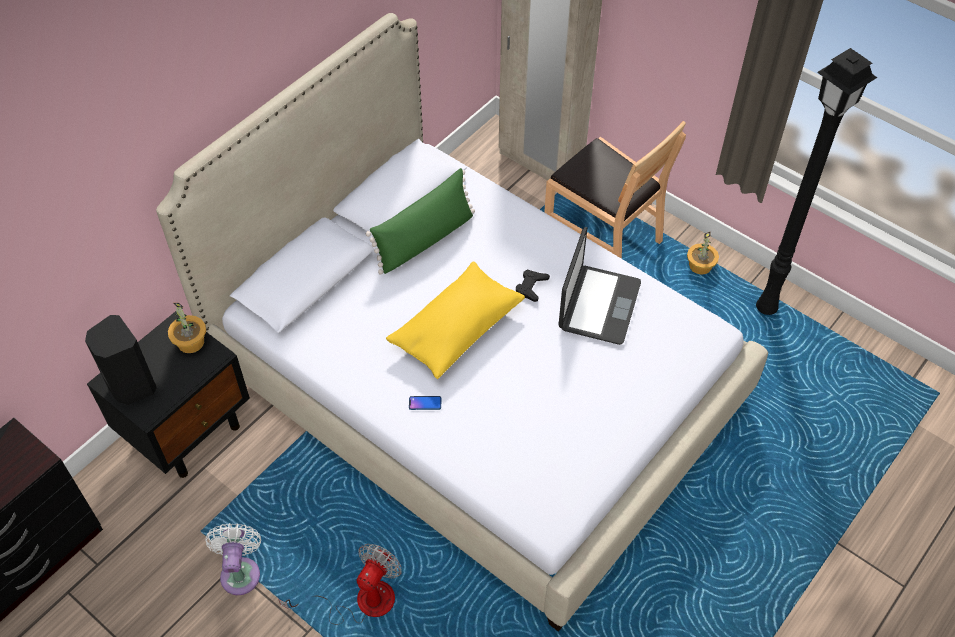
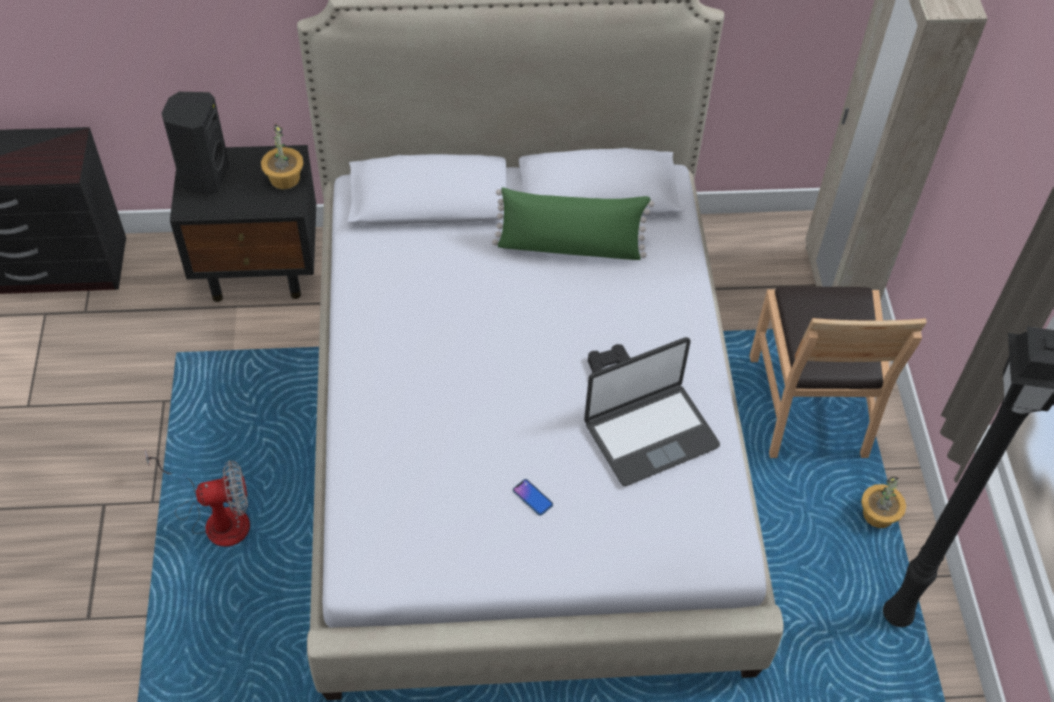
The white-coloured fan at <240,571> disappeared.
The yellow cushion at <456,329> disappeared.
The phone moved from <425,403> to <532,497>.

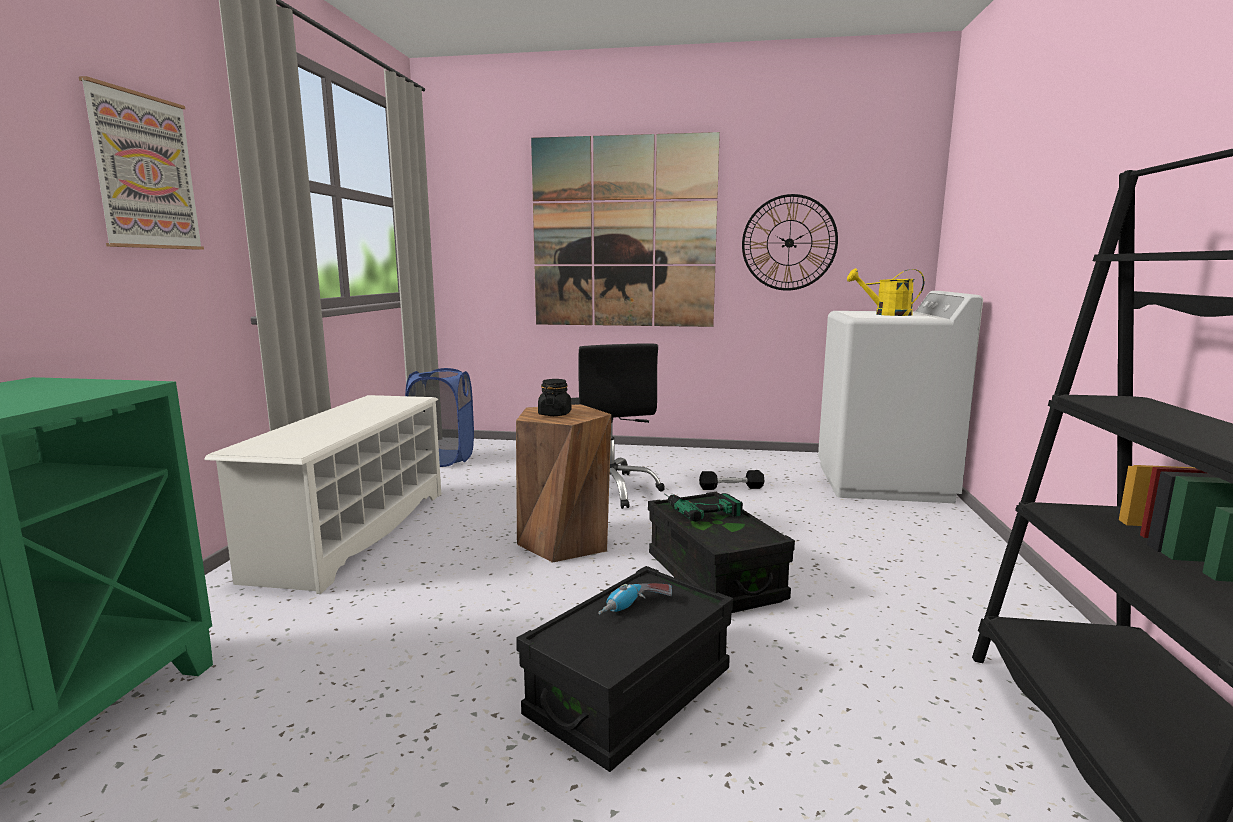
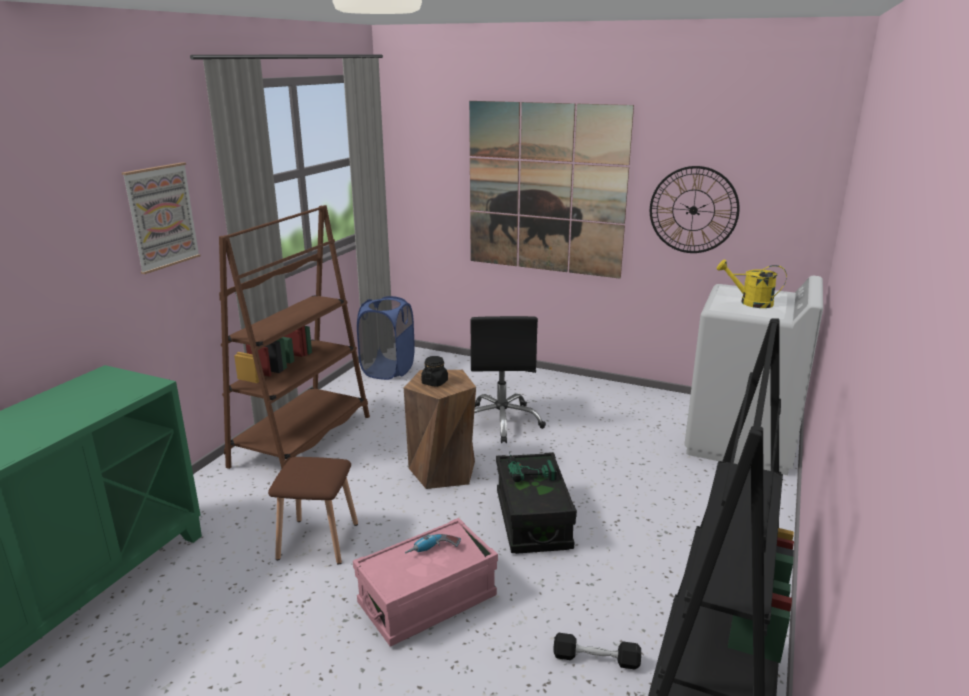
The brownish stool at <318,542> appeared.
The black hand weight moved from <731,487> to <596,659>.
The white-coloured shoe shelf at <353,532> was replaced by the brownish bookshelf at <302,441>.
The black storage box at <630,694> became the pink storage box at <427,600>.

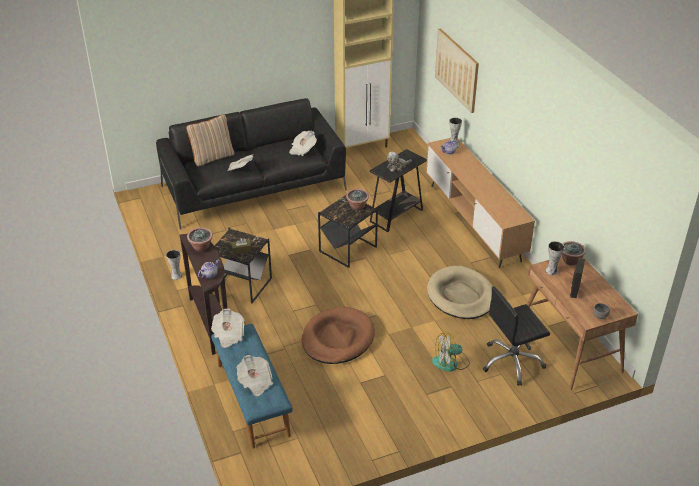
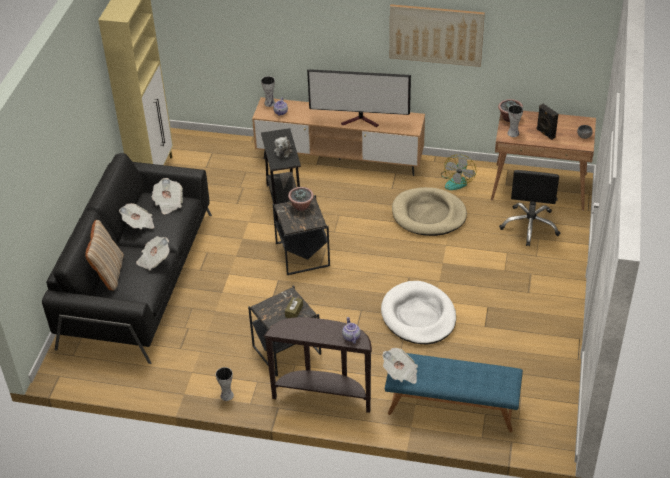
The plant in a pot at <201,247> disappeared.
The TV at <361,121> appeared.
The printed paper moved from <255,382> to <138,224>.
The fan moved from <450,363> to <457,180>.
The picture moved from <457,69> to <436,35>.
The brownish pet bed at <337,338> became the white-coloured pet bed at <418,316>.

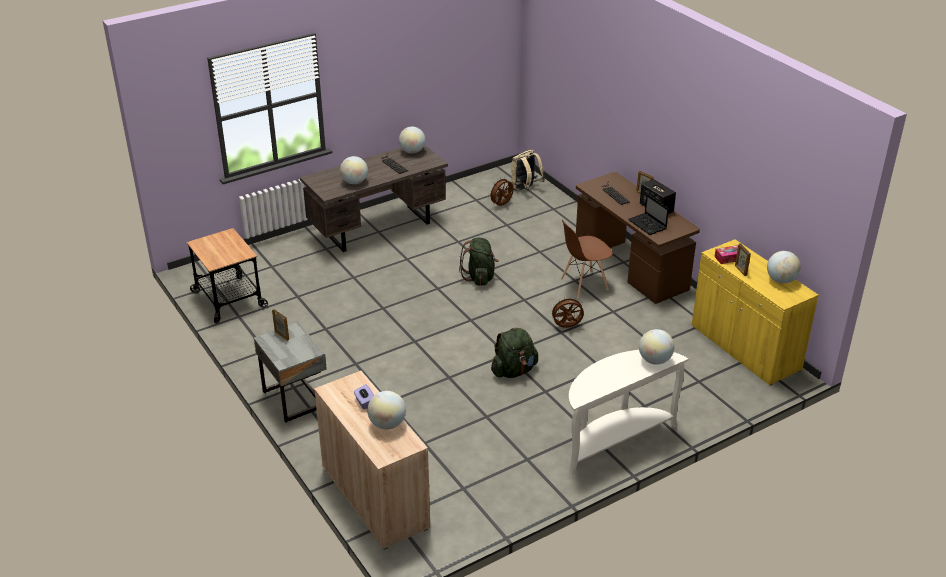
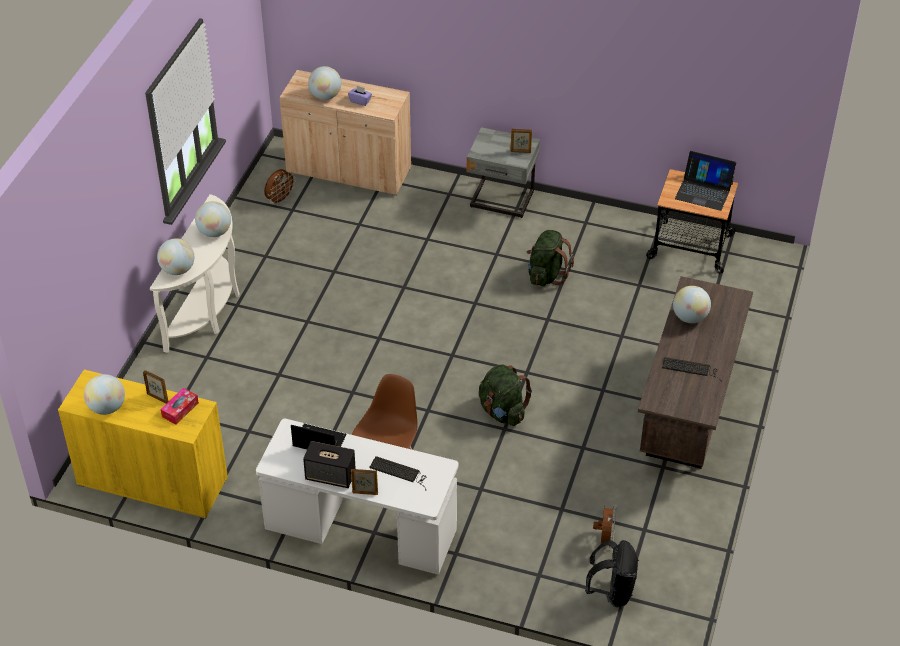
The laptop at <704,191> appeared.
The world globe moved from <412,151> to <215,232>.
The green backpack moved from <514,371> to <546,275>.
The brownish fan moved from <566,327> to <280,200>.
The sand-coloured backpack at <525,188> became the black backpack at <612,592>.
The brownish desk unit at <630,266> became the white-coloured desk unit at <361,530>.

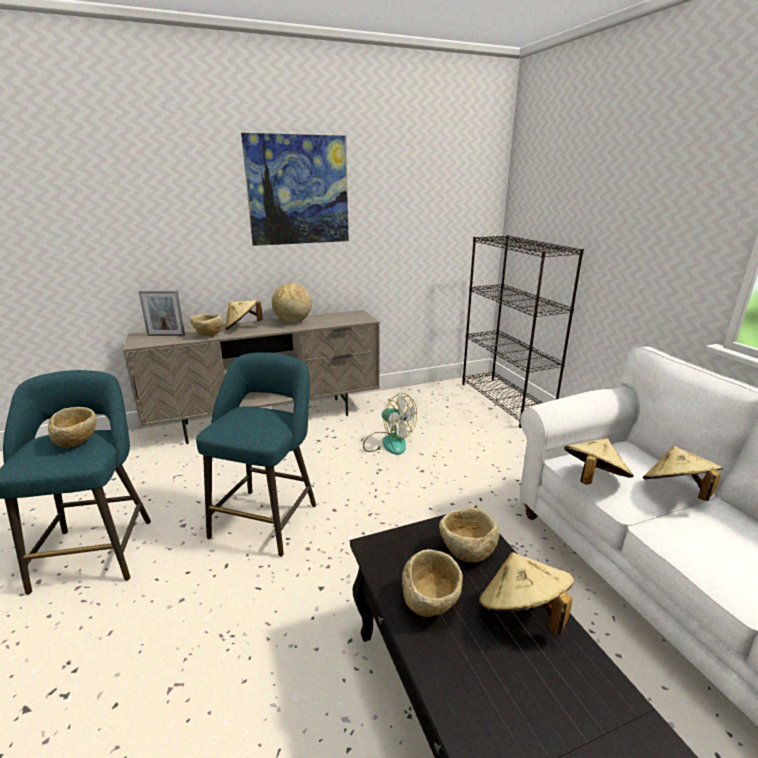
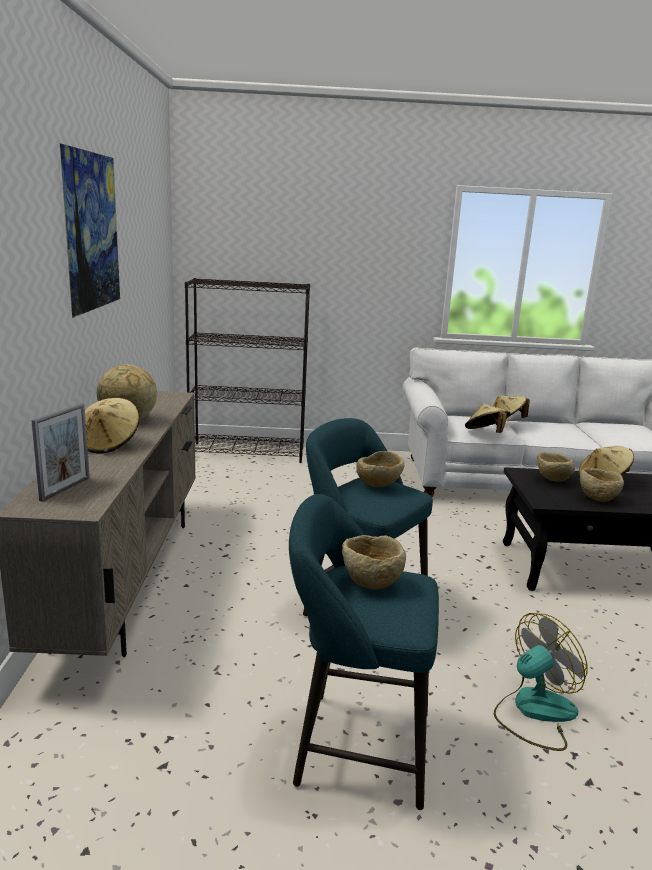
The sand-coloured serving bowl moved from <208,335> to <378,486>.
The fan moved from <388,442> to <534,712>.

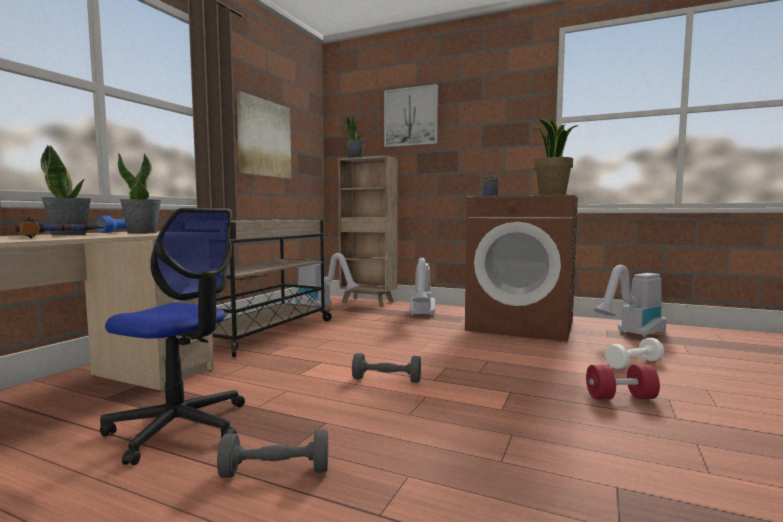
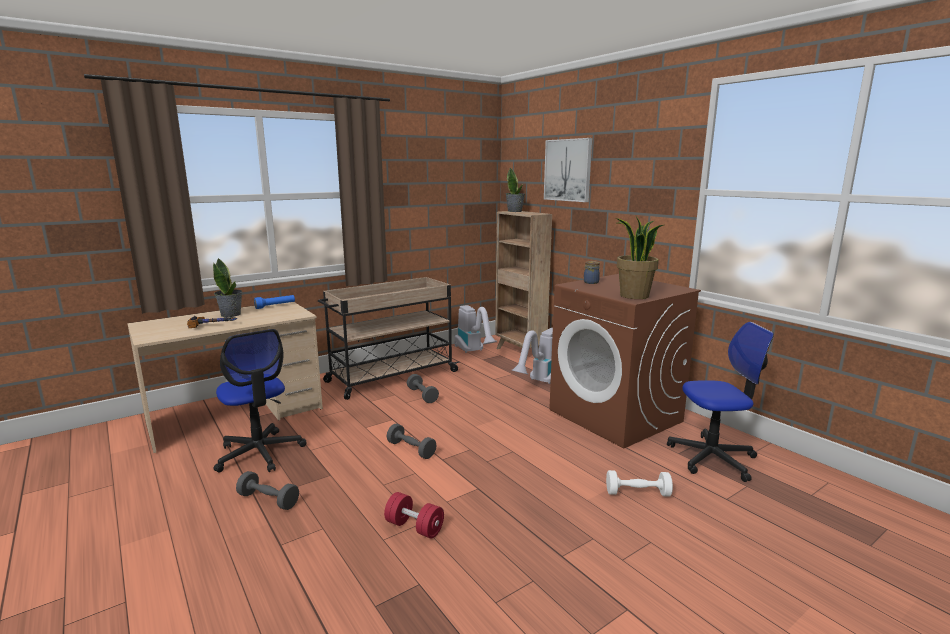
The plant in a pot at <142,233> disappeared.
The picture at <264,138> disappeared.
The greyish hand weight at <422,395> appeared.
The red hand weight moved from <620,397> to <414,527>.
The vacuum cleaner at <632,335> was replaced by the computer chair at <712,458>.

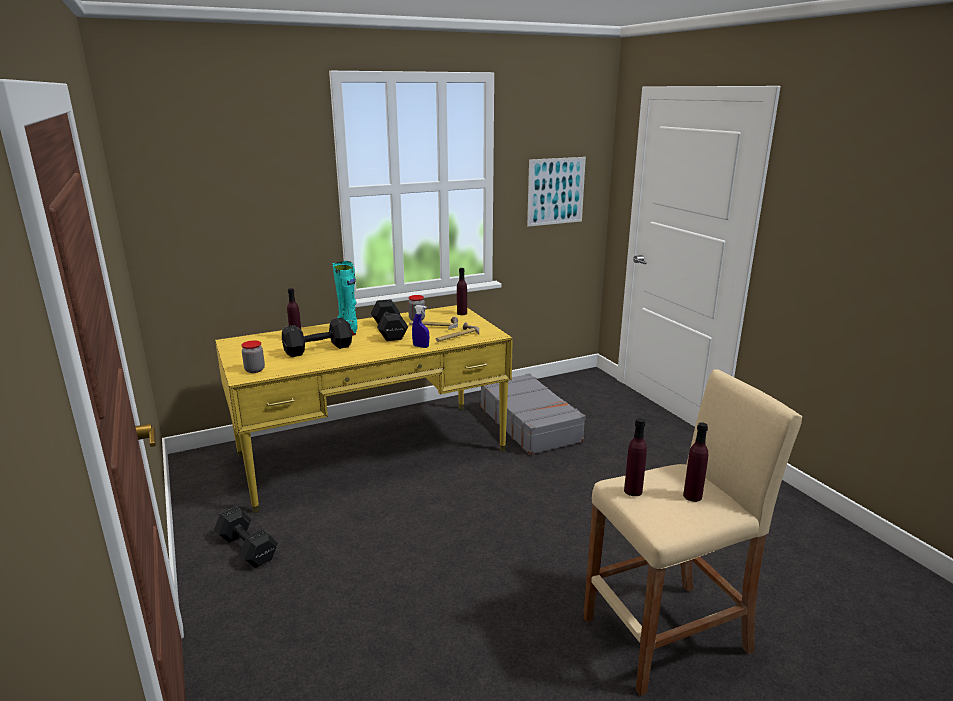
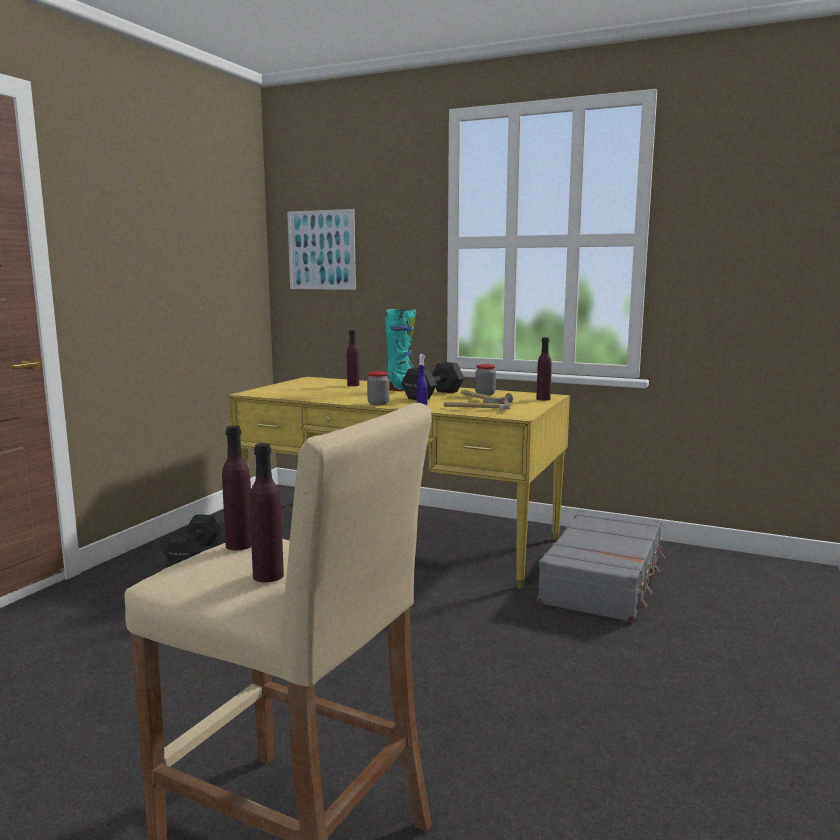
The black hand weight at <316,349> disappeared.
The storage jar moved from <255,370> to <378,404>.
The picture moved from <556,191> to <321,250>.

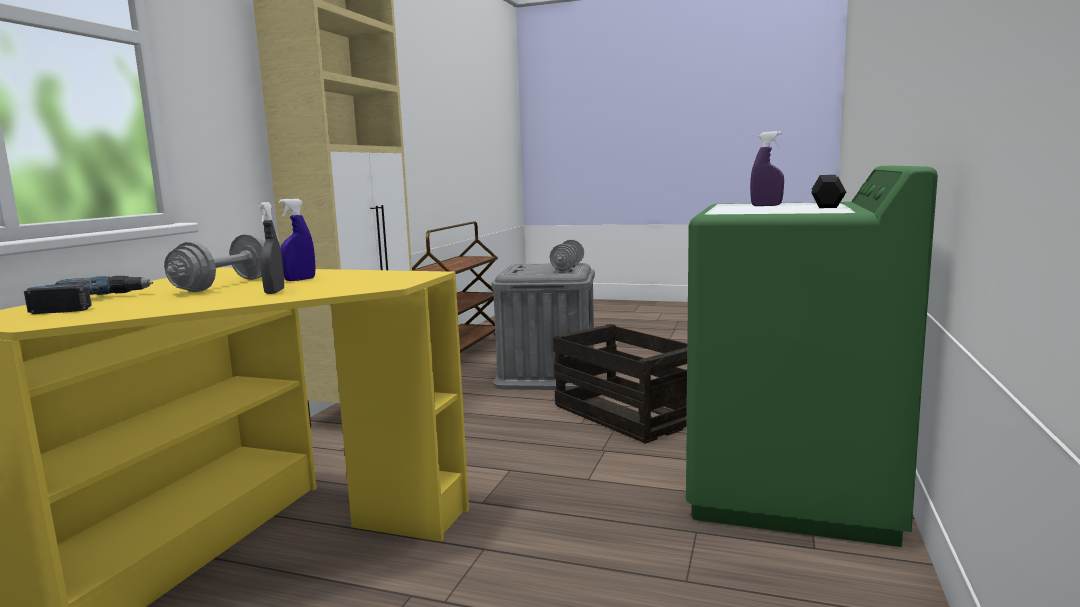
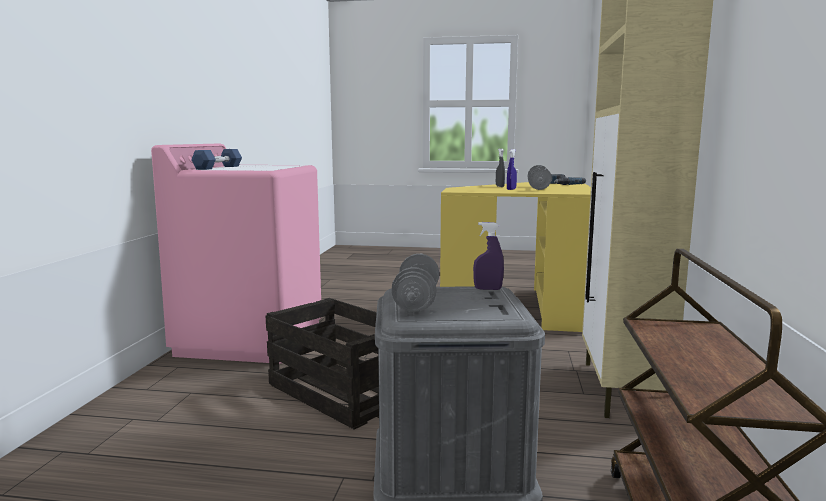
The purple-coloured spray bottle moved from <766,205> to <488,289>.
The green laundry machine at <791,489> became the pink laundry machine at <251,339>.
The black hand weight at <827,204> became the bluish hand weight at <218,167>.

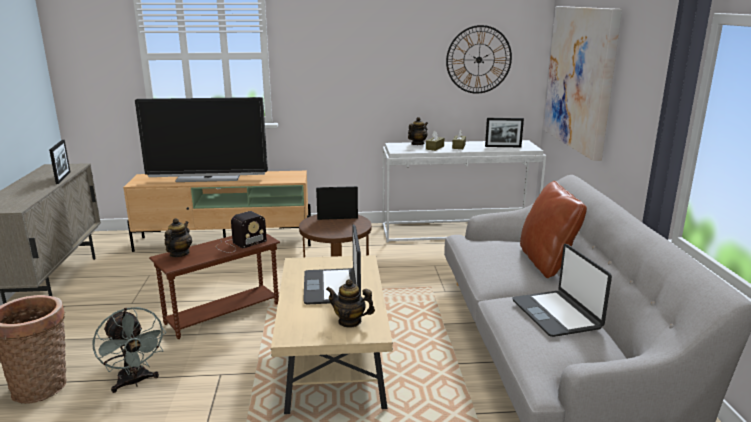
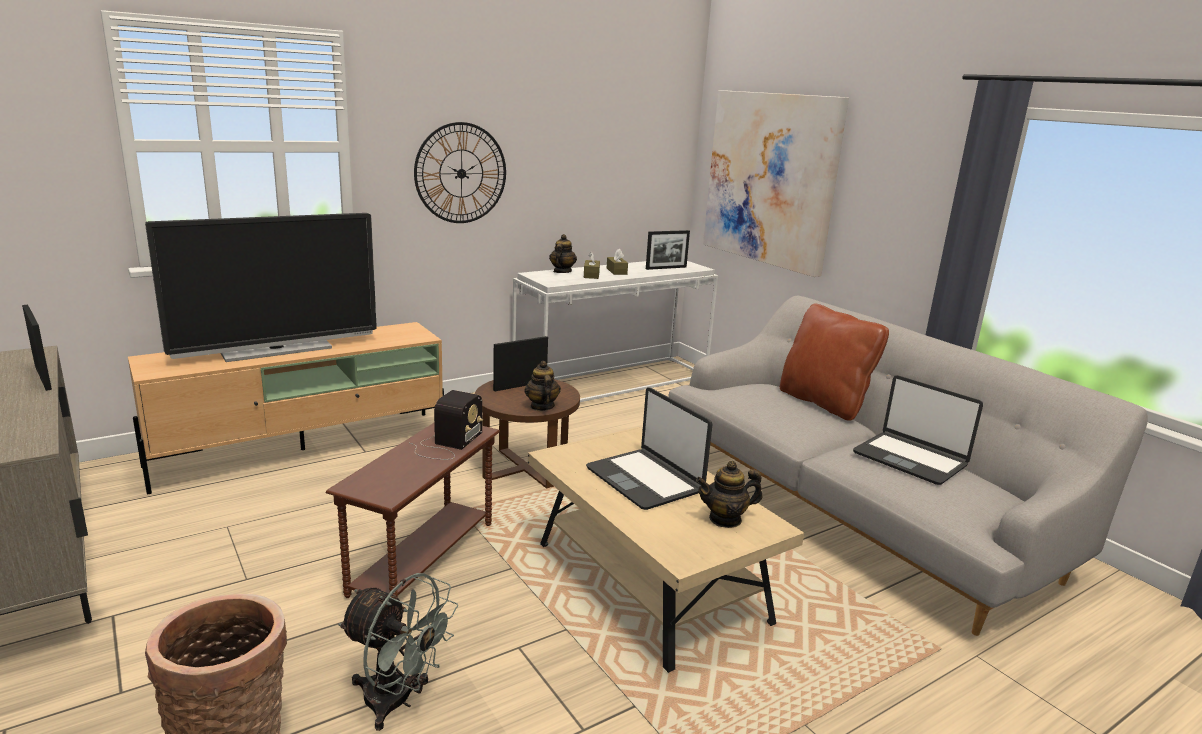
The teapot moved from <179,254> to <541,406>.
The hanging clock moved from <478,59> to <461,173>.

